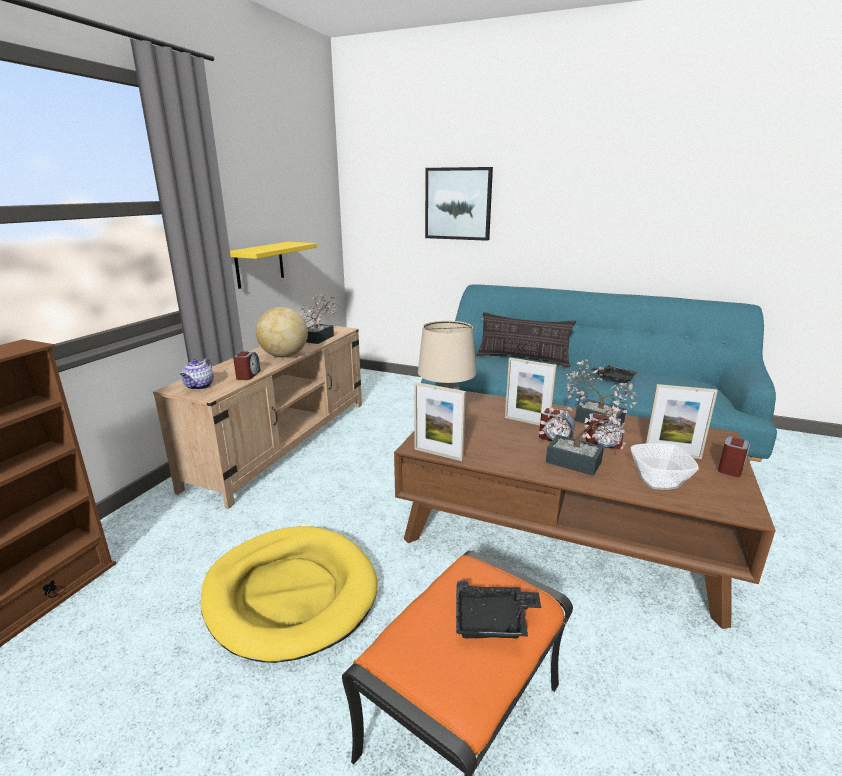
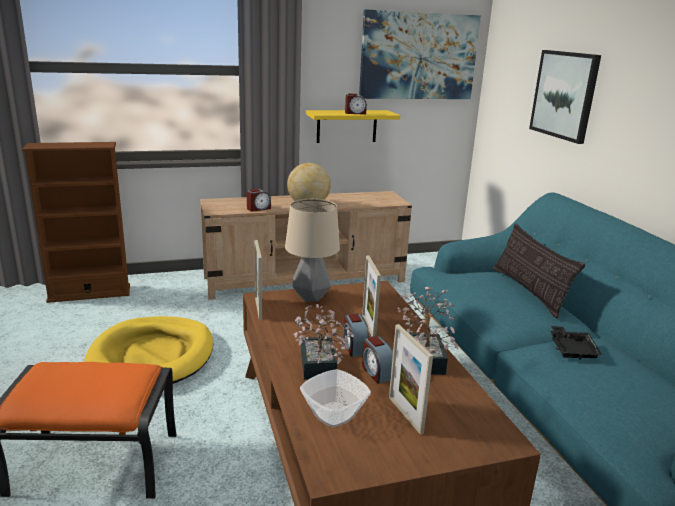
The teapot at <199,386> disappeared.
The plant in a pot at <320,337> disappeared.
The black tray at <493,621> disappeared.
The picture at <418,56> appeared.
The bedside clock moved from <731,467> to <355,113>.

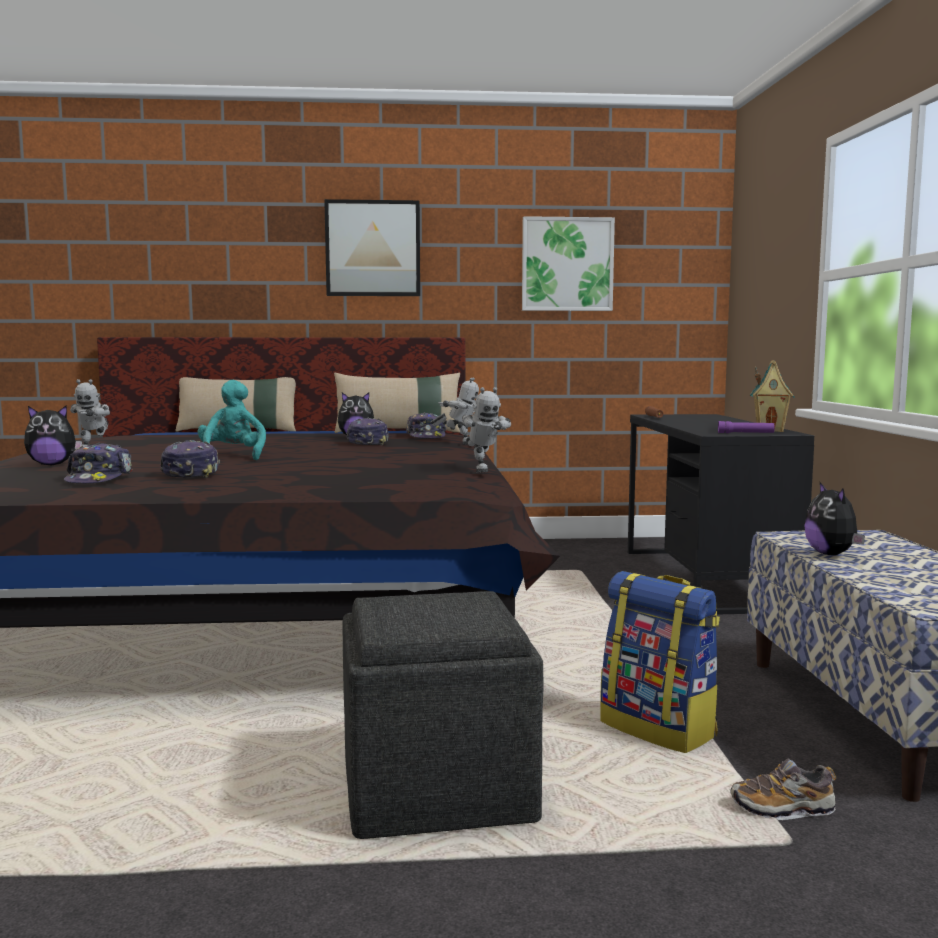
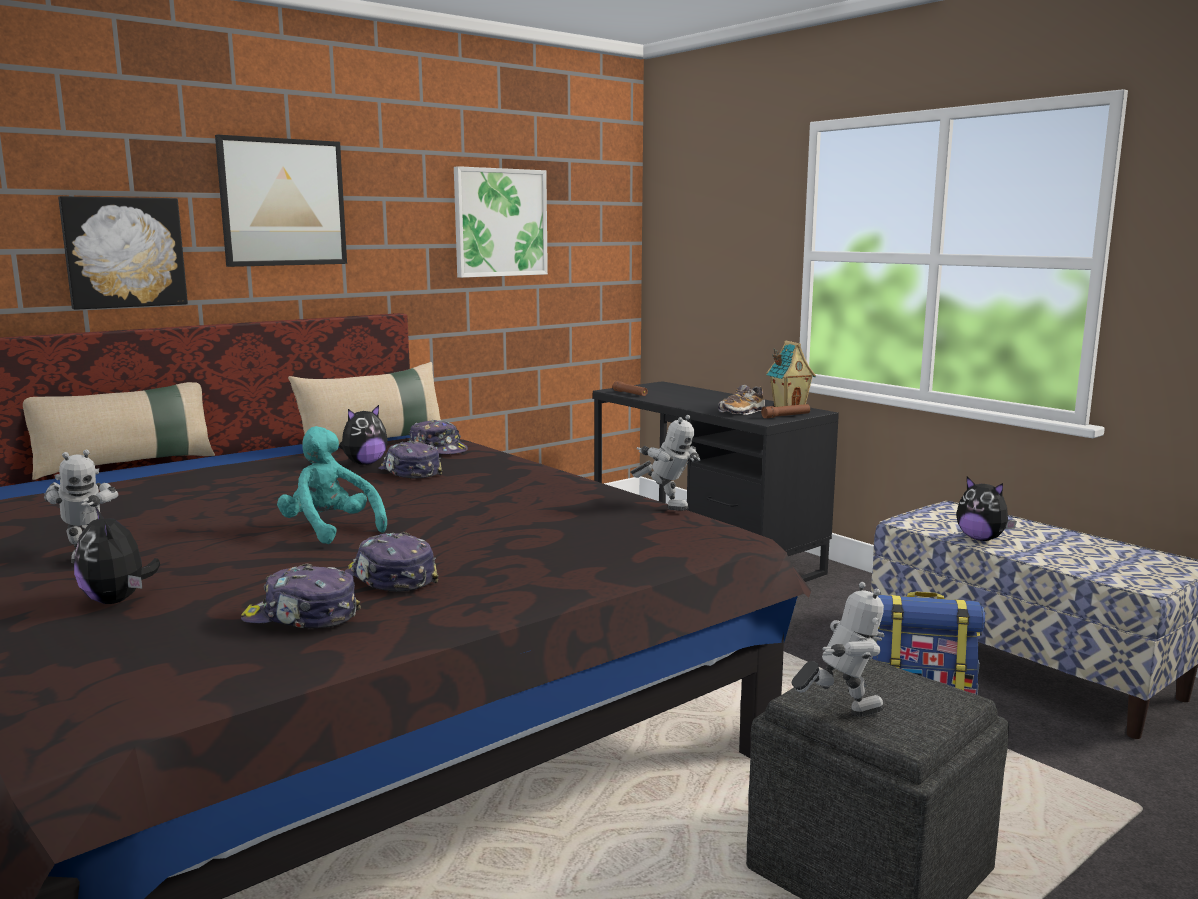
The picture at <124,252> appeared.
The robot figure moved from <459,443> to <840,713>.
The low shoe moved from <782,809> to <741,412>.
The purple-coloured hand torch at <745,433> became the brownish hand torch at <786,416>.
The cuddly toy at <52,465> turned 105 degrees clockwise.
The cap at <99,479> turned 135 degrees clockwise.

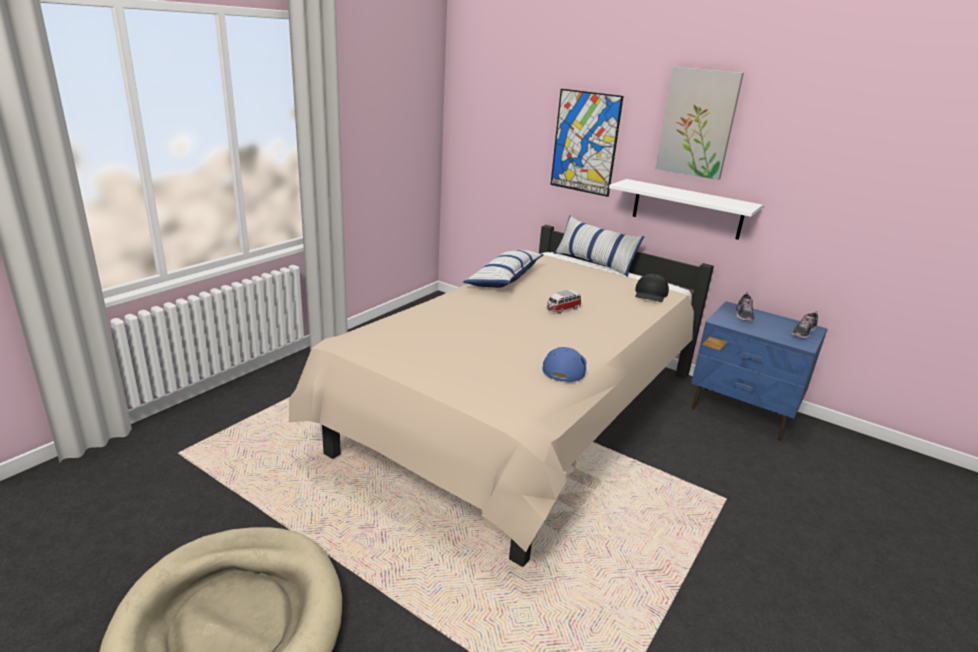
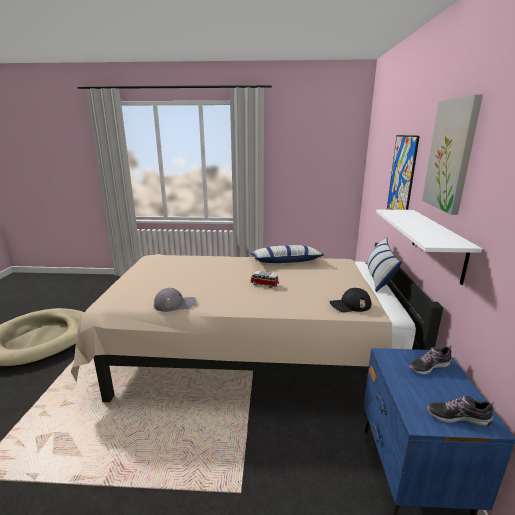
The bluish cap at <565,367> became the greyish cap at <175,304>.

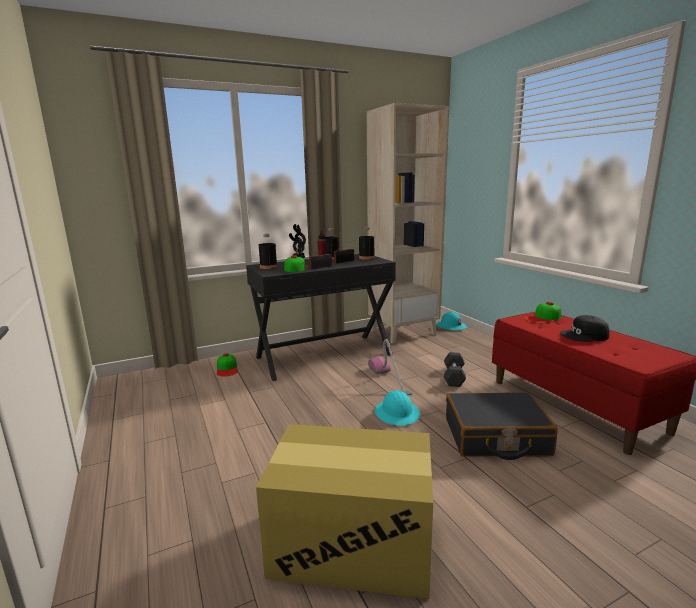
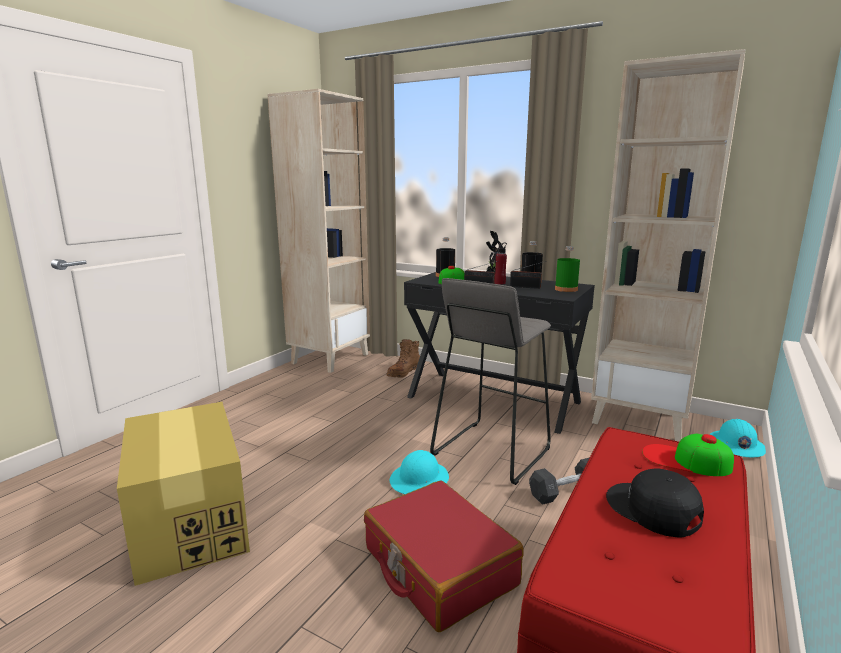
The sand-coloured bookshelf at <330,358> appeared.
The cap at <227,368> was replaced by the brownish high-top boot at <403,372>.
The vacuum cleaner at <388,380> was replaced by the greyish stool at <491,451>.
The black beverage bottle at <366,258> became the green beverage bottle at <566,289>.
The black suitcase at <496,437> became the red suitcase at <438,567>.

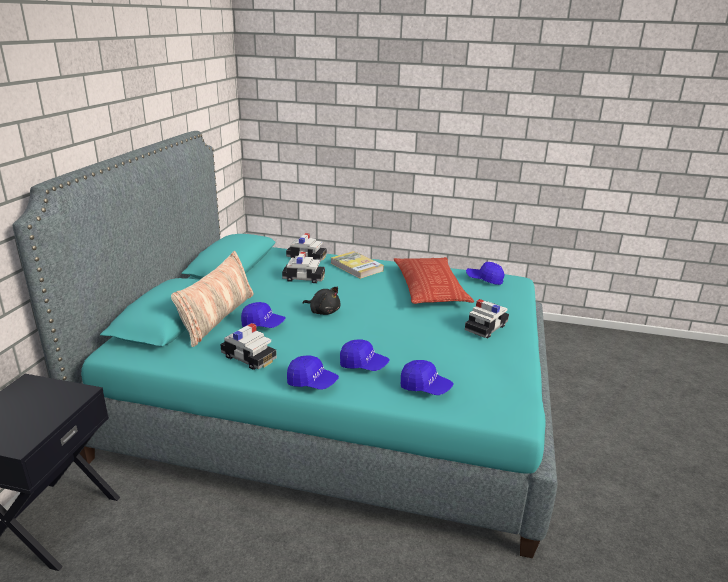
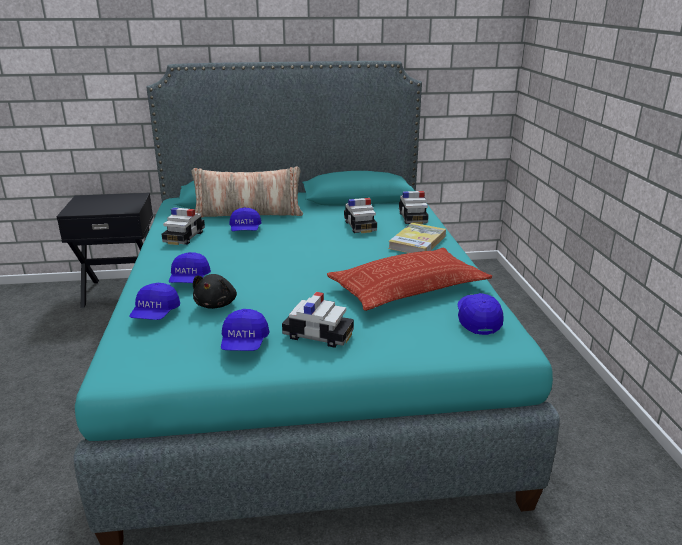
The bluish cap moved from <312,383> to <244,344>.
The black cuddly toy moved from <323,311> to <216,304>.

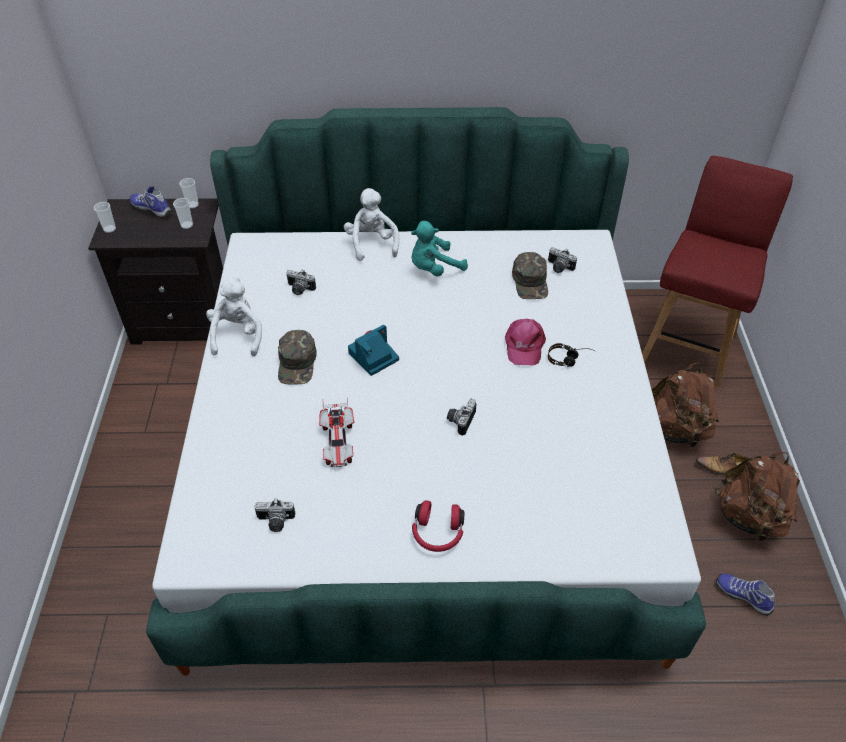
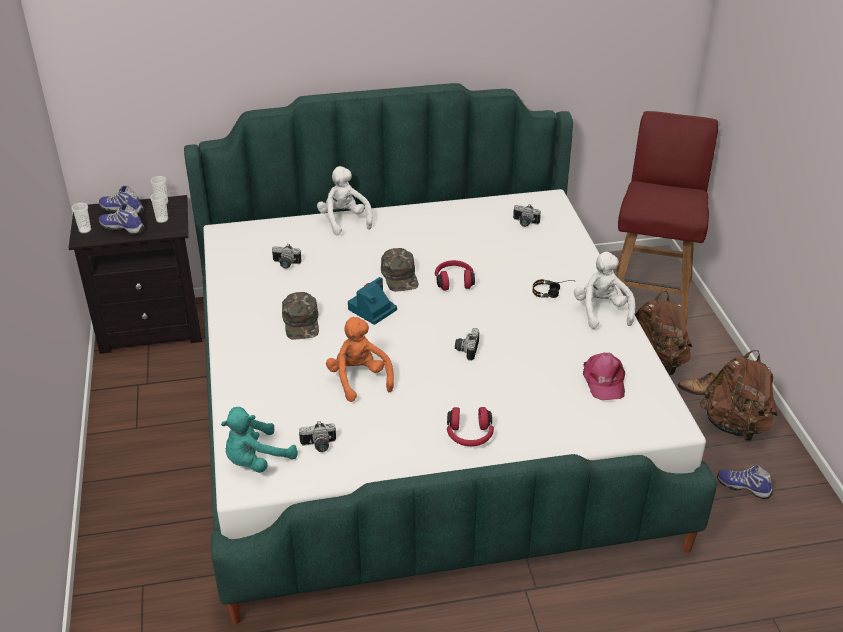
The low shoe at <123,228> appeared.
The red pair of headphones at <454,281> appeared.
The white-coloured cuddly toy moved from <238,335> to <601,311>.
The blue-green cuddly toy moved from <434,268> to <256,460>.
The pink cap moved from <524,345> to <603,381>.
The green cap moved from <530,281> to <400,276>.
The miniature car at <338,443> was replaced by the orange-coloured cuddly toy at <359,379>.

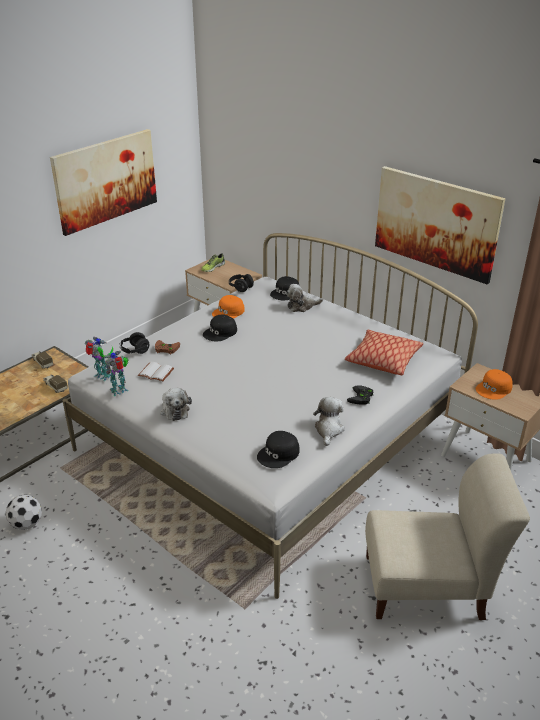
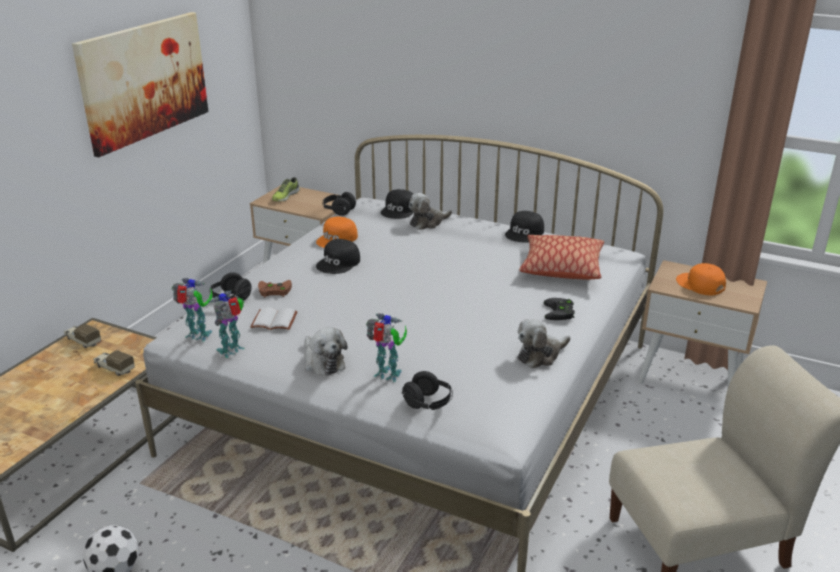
The picture at <436,223> disappeared.
The robot figure at <388,376> appeared.
The black pair of headphones at <428,404> appeared.
The black cap moved from <279,454> to <525,233>.
The cuddly toy at <328,430> turned 120 degrees counterclockwise.
The orange-coloured cap at <494,389> turned 105 degrees clockwise.

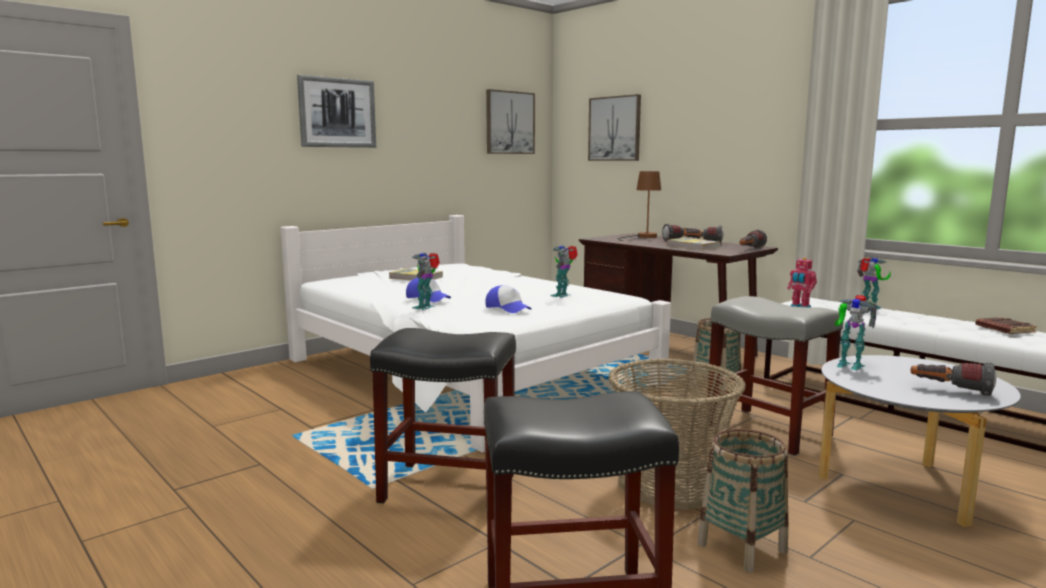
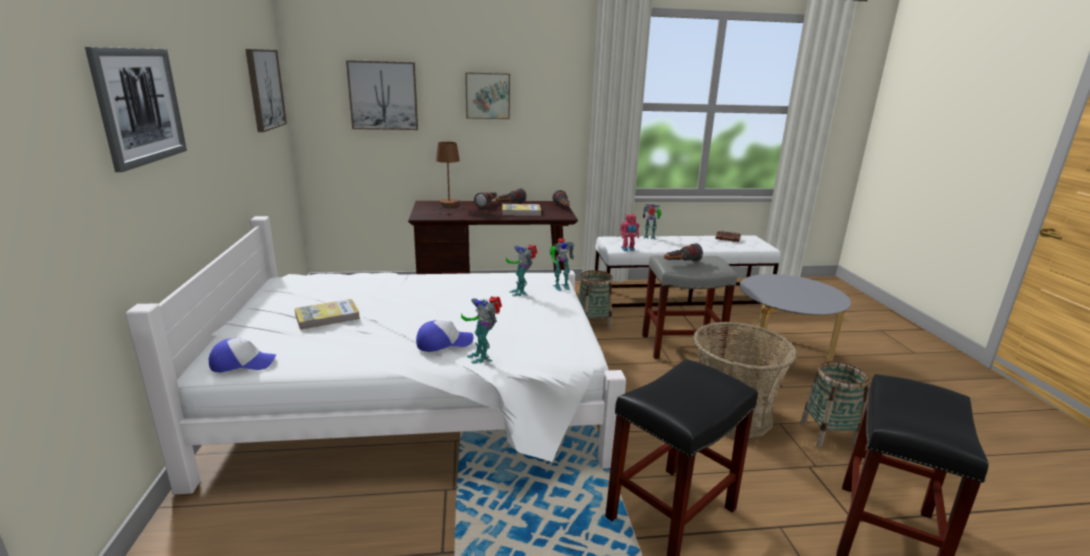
The picture at <487,95> appeared.
The cap moved from <508,308> to <243,363>.
The robot figure moved from <849,364> to <560,286>.
The hand torch moved from <950,390> to <680,263>.

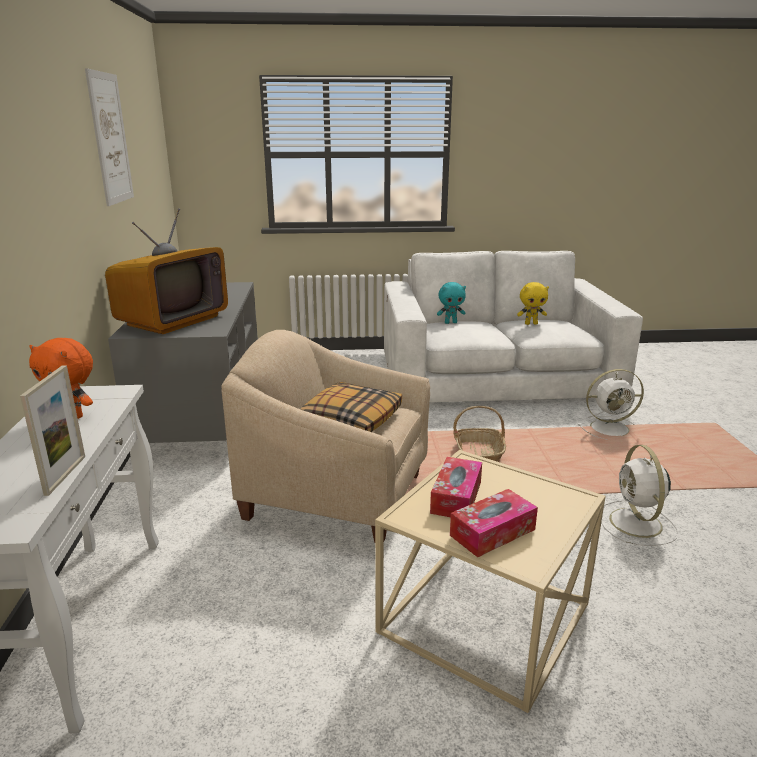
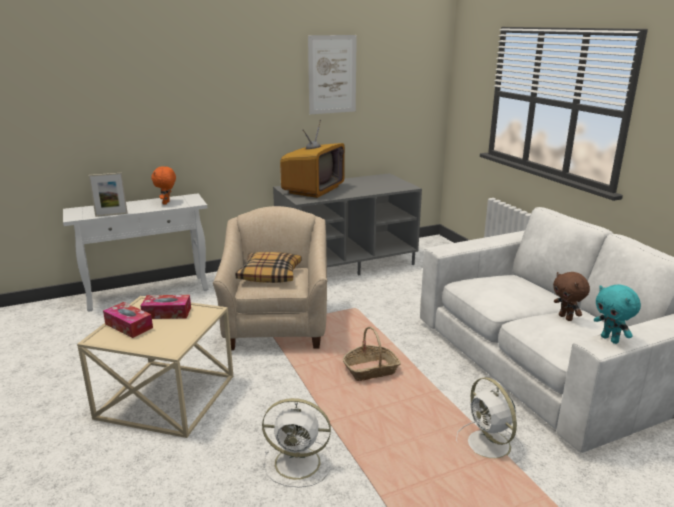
The blue-green cuddly toy moved from <450,322> to <610,339>.
The yellow cuddly toy at <531,324> became the brownish cuddly toy at <566,318>.
The TV at <173,321> turned 75 degrees counterclockwise.
The white-coloured fan at <636,524> turned 150 degrees counterclockwise.

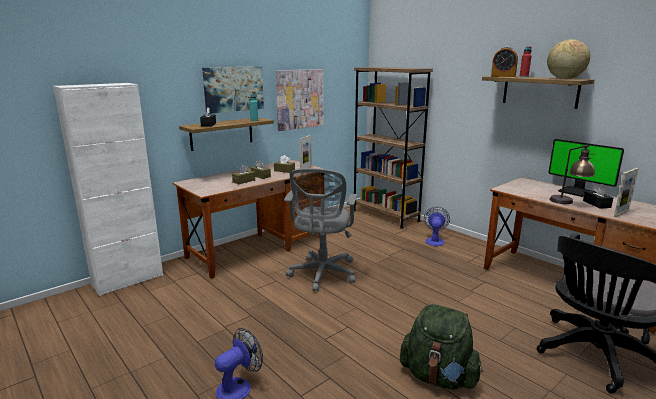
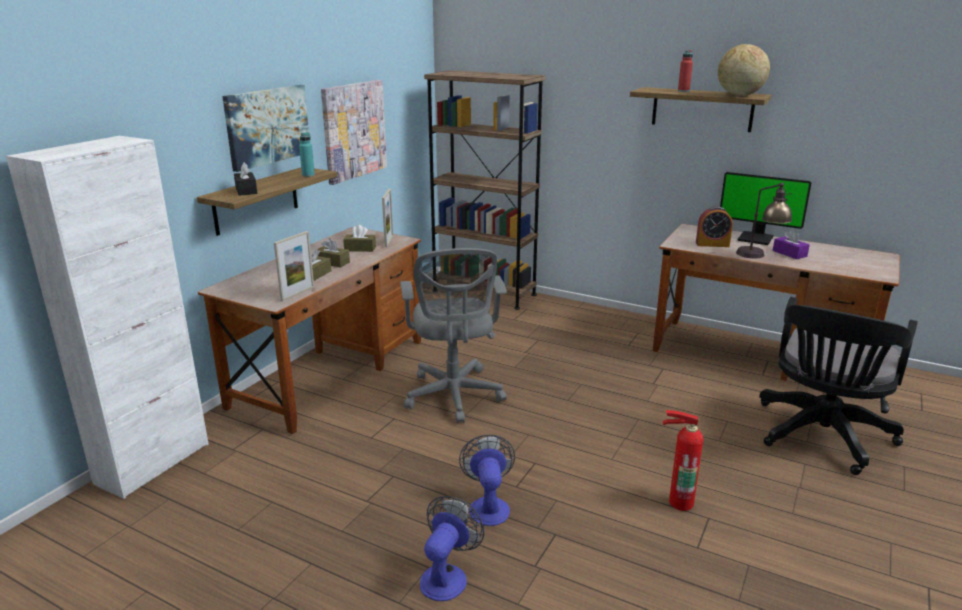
The fan moved from <434,240> to <488,506>.
The bedside clock moved from <503,76> to <712,244>.
The standing frame moved from <621,213> to <297,293>.
The green backpack at <438,377> was replaced by the extinguisher at <678,501>.
The black tissue holder at <596,204> became the purple-coloured tissue holder at <789,253>.

